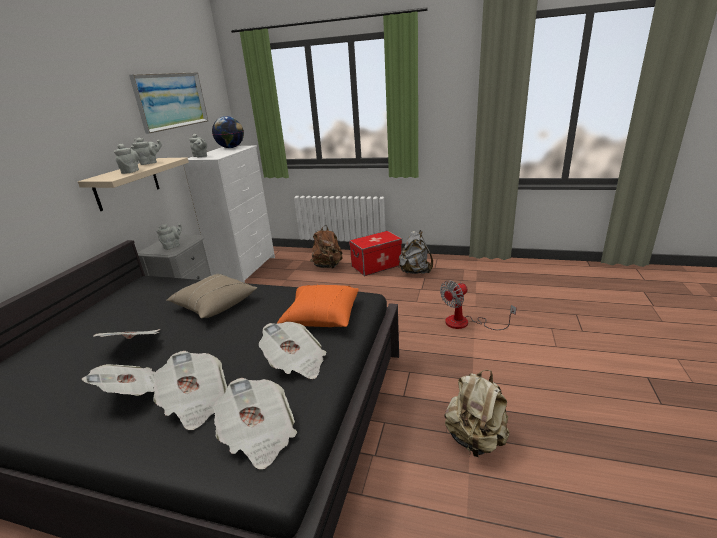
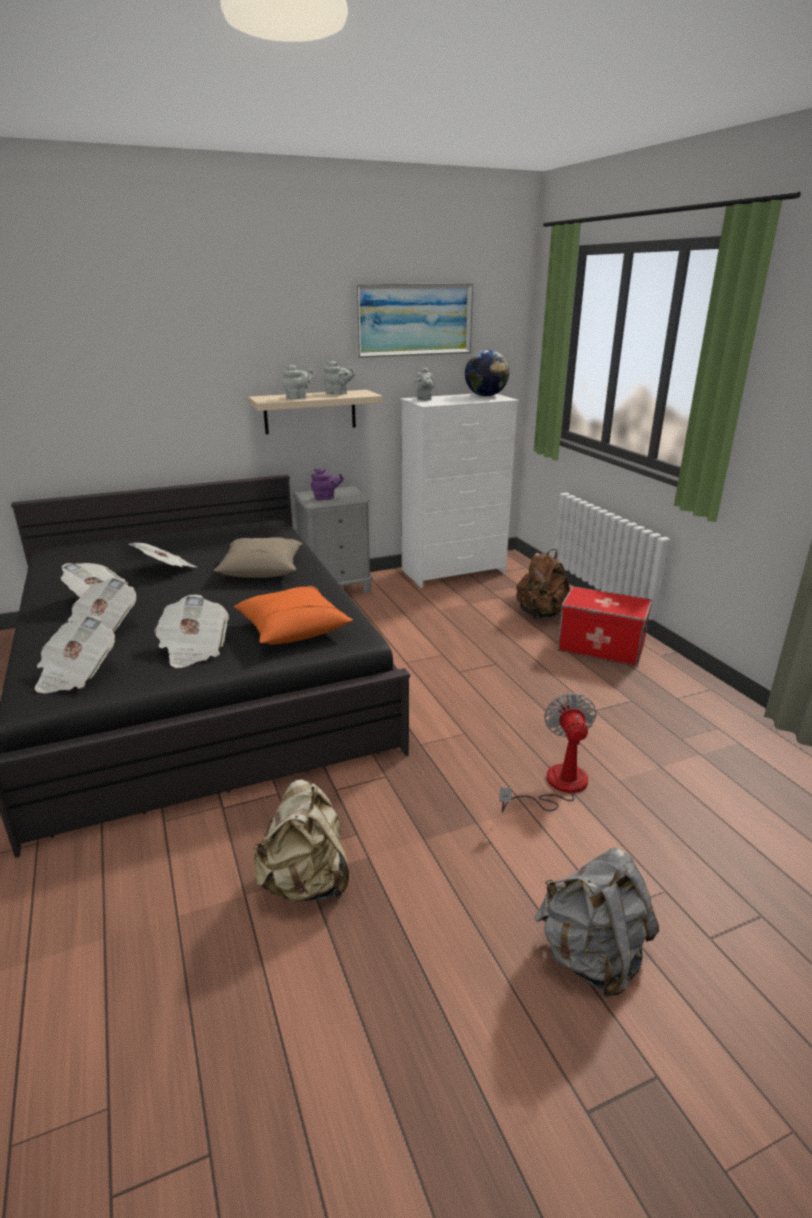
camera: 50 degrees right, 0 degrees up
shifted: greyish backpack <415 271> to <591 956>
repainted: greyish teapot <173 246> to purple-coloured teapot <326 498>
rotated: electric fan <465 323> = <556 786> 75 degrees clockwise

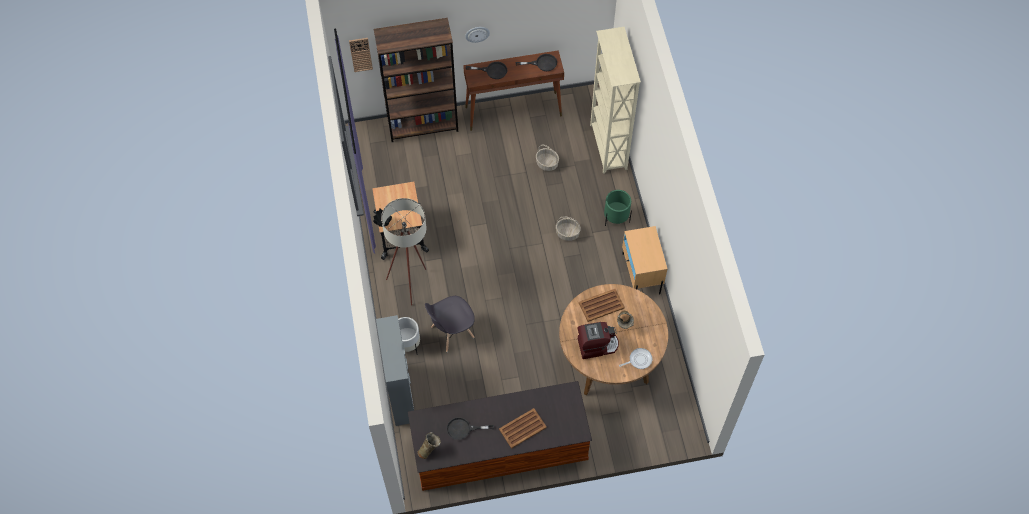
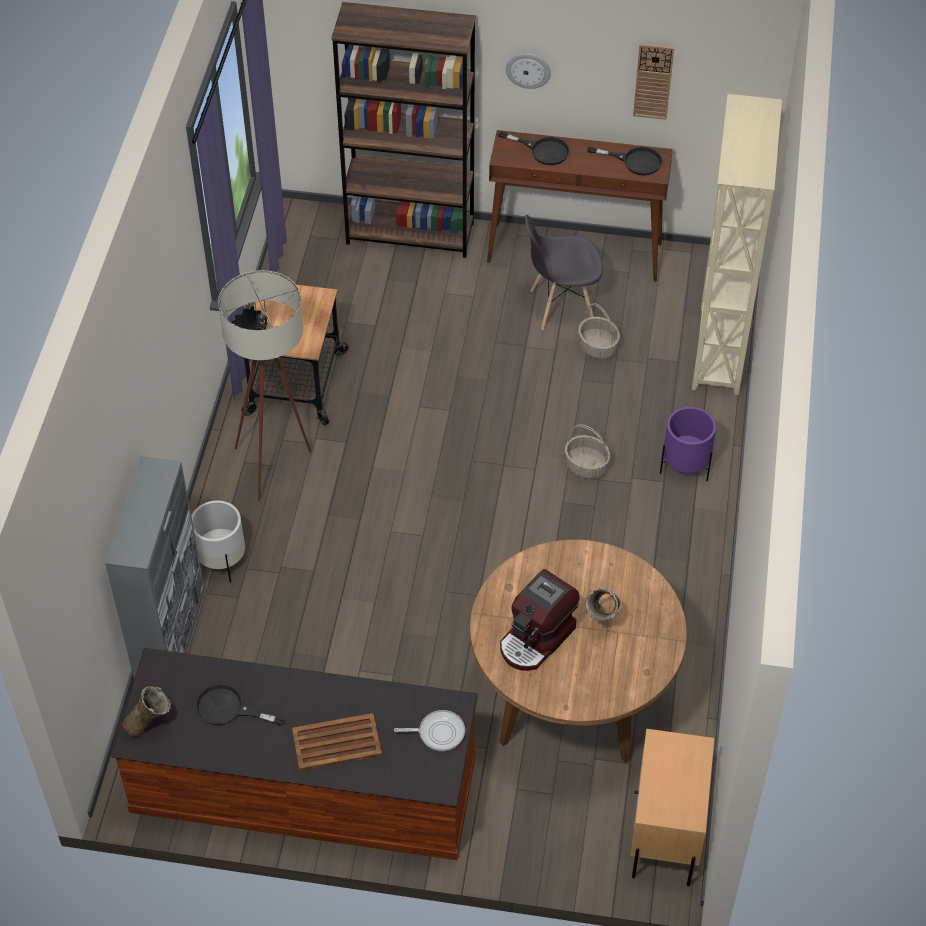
camera: 20 degrees right, 10 degrees down
gone: brownish tray <601 305>
shifted: skillet <639 360> to <438 732>; greyish chair <452 332> to <561 306>; beige-coloured bedside table <641 274> to <665 832>; clock on the wall <360 54> to <653 81>
repainted: greenish plant pot <616 218> to purple-coloured plant pot <685 466>
rotated: coffee brewer <597 345> = <537 639> 120 degrees clockwise

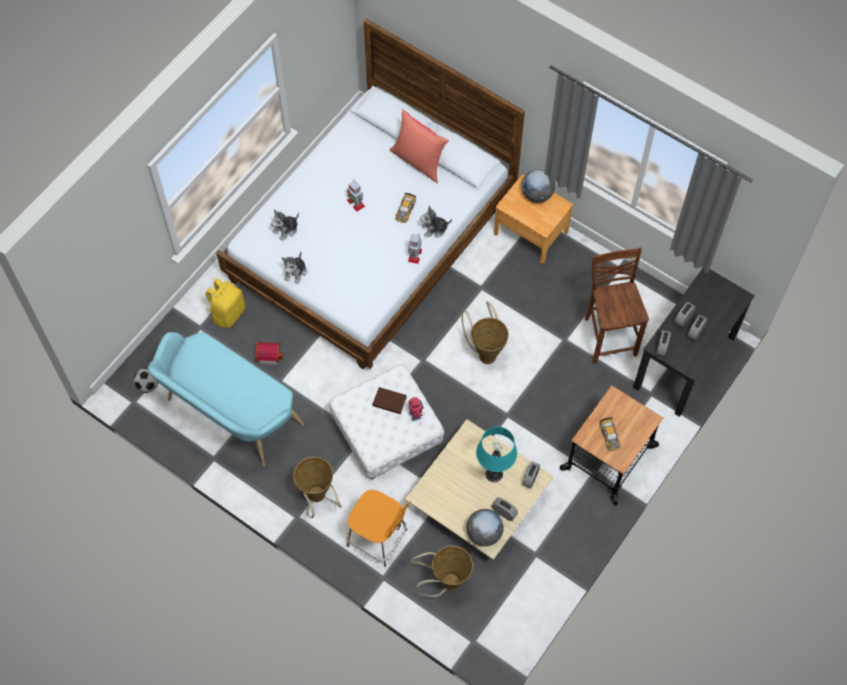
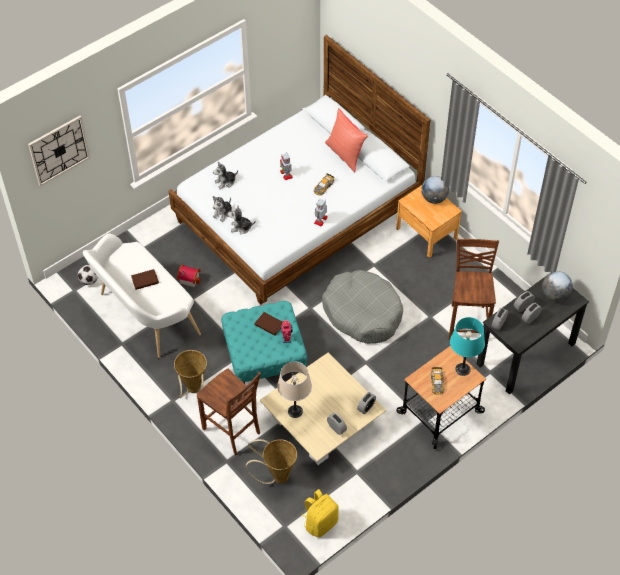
camera: 15 degrees right, 10 degrees down
new: clock on the wall <59 150>; brownish book <145 280>; beige-coloured table lamp <295 411>
shifted: cuddly toy <434 229> to <241 227>; yellow-coloured backpack <228 313> to <320 523>; turquoise table lamp <494 474> to <462 369>; globe <484 533> to <555 295>
swapped: orangey sitting stool <379 539> to brownish chair <232 431>; basket <486 353> to greyish dog bed <362 313>
repainted: turquoise bench <229 415> to white bench <144 315>; white footrest <386 431> to turquoise footrest <264 353>

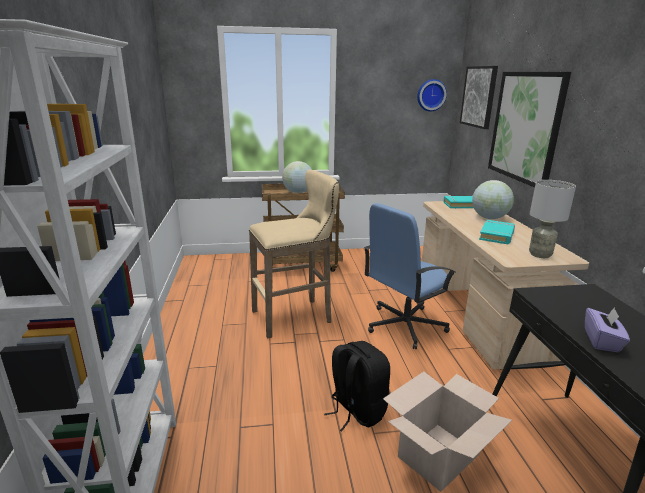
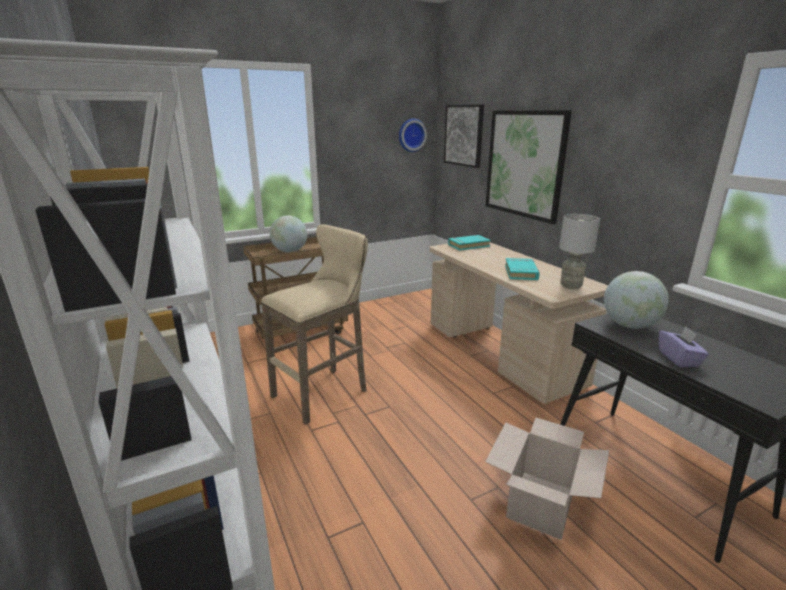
camera: 20 degrees left, 0 degrees up
gone: black backpack <356 410>; blue-coloured desk chair <404 325>
shifted: globe <489 218> to <629 325>

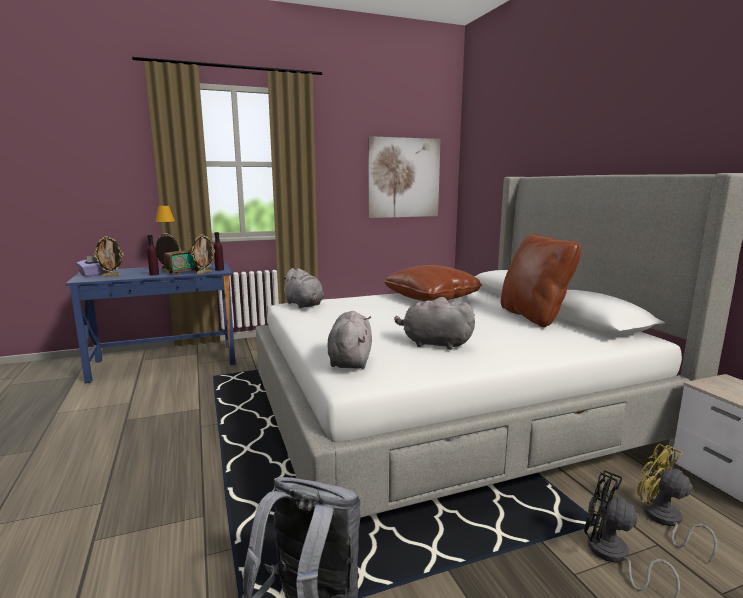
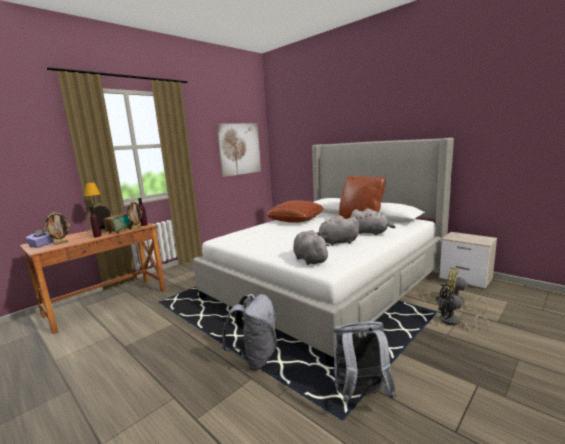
camera: 25 degrees left, 0 degrees up
new: greyish backpack <255 358>
shifted: greyish cuddly toy <304 305> to <371 233>
repainted: blue-coloured desk <165 362> to brownish desk <107 303>

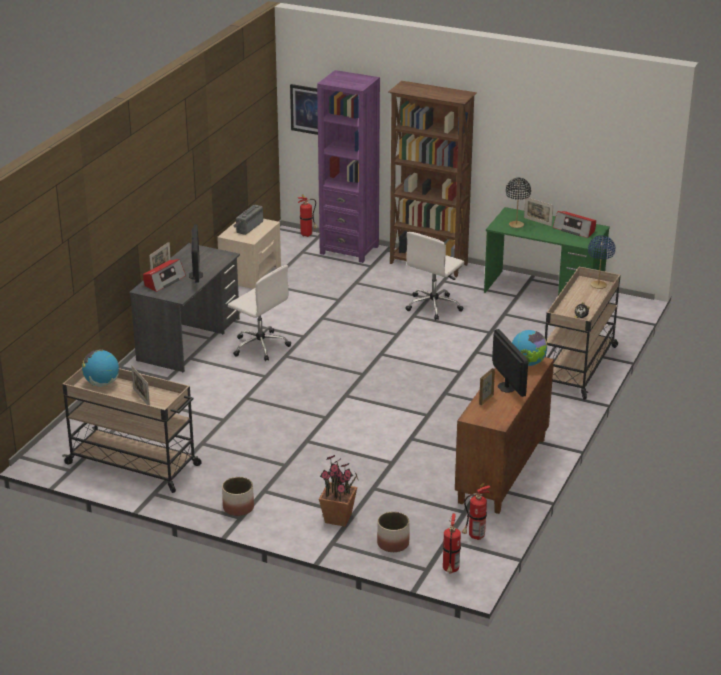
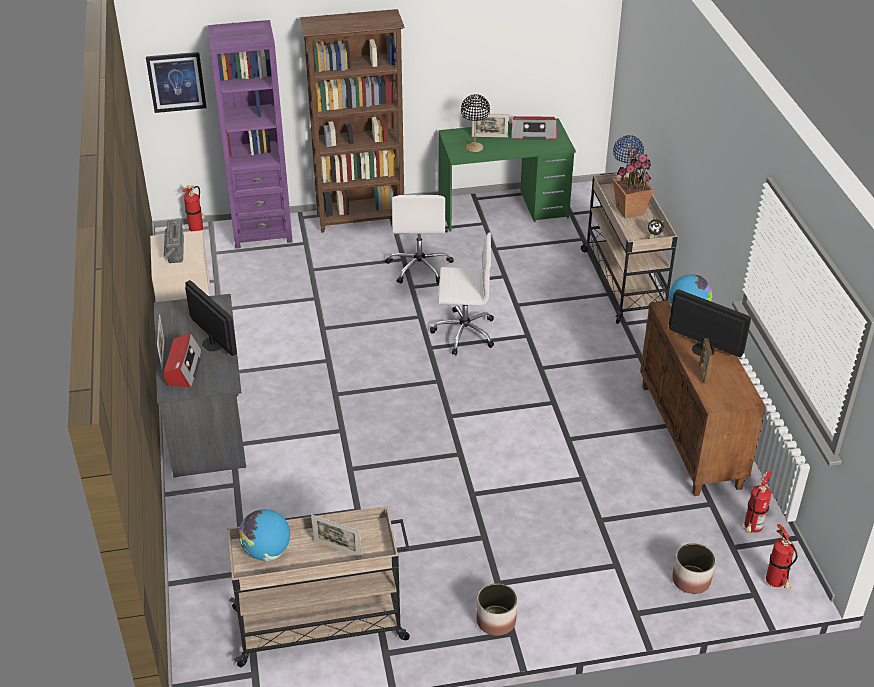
camera: 35 degrees left, 10 degrees up
shifted: white desk chair <260 346> to <463 332>; houseplant <338 518> to <630 211>

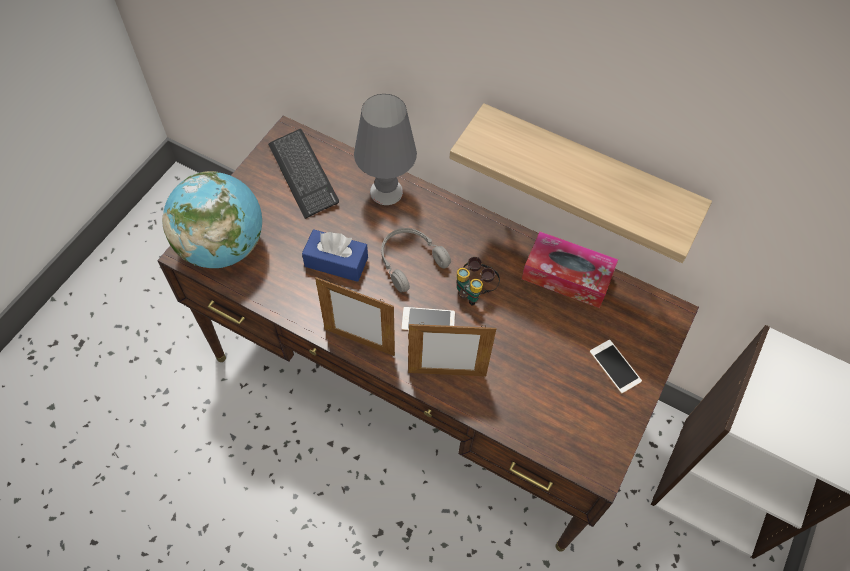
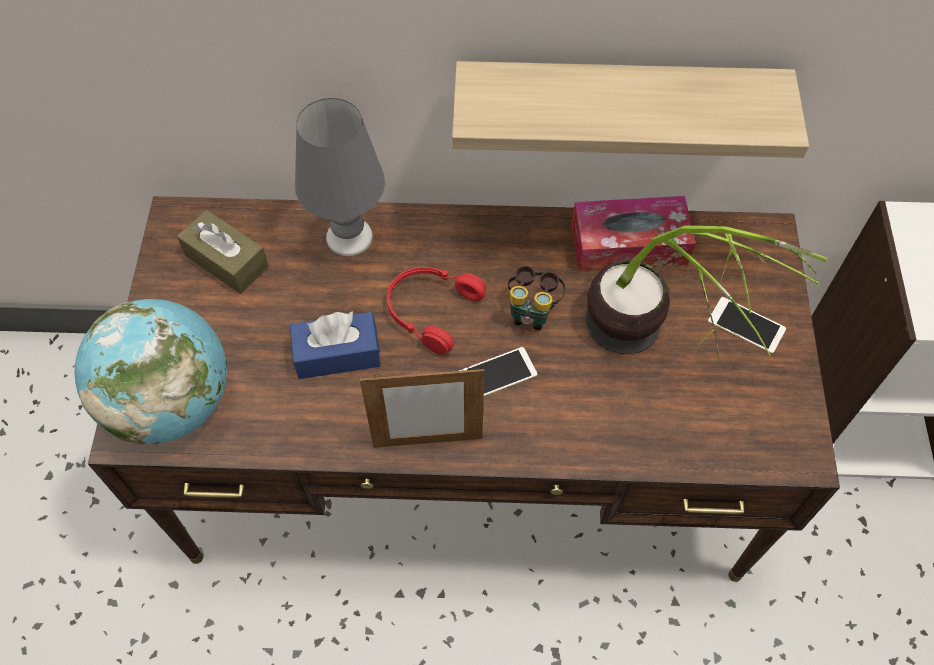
camera: 25 degrees left, 0 degrees up
gone: standing frame <447 373>
new: houseplant <656 352>
swapped: computer keyboard <303 174> to brownish tissue box <227 261>
repainted: greyish headset <409 261> to red headset <430 310>

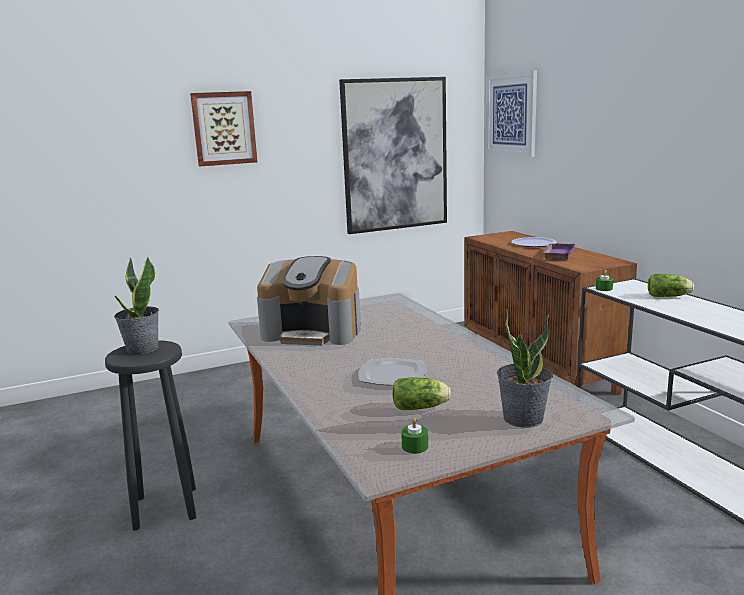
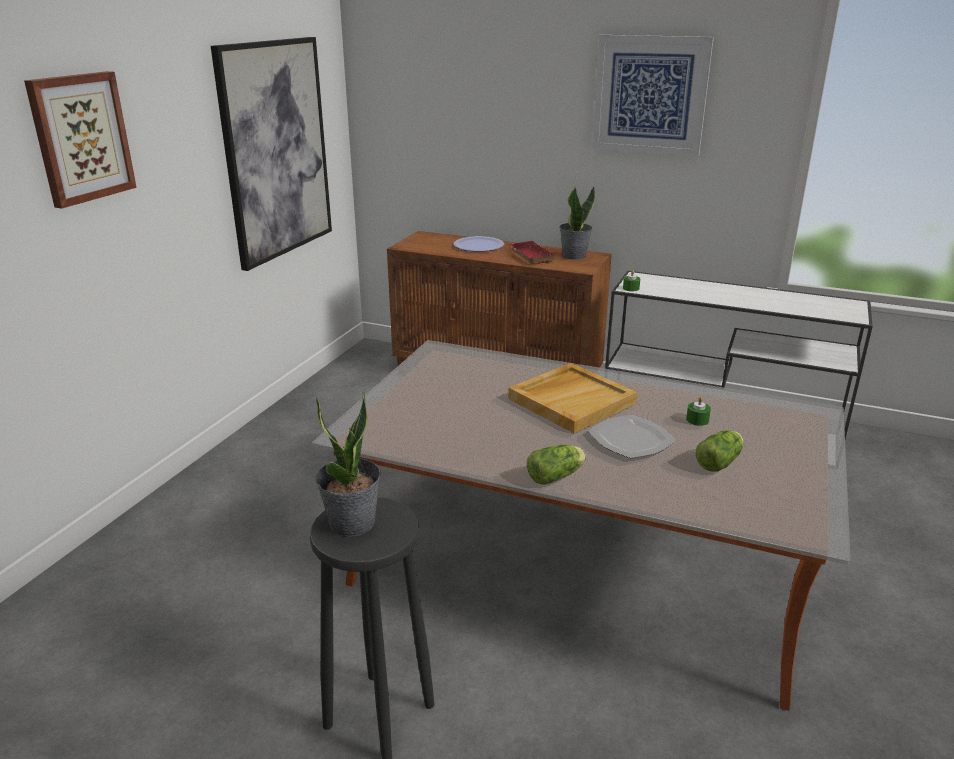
camera: 45 degrees left, 10 degrees up
gone: coffee brewer <313 332>
new: beige-coloured tray <571 400>
shifted: lettuce head <669 296> to <557 476>; houseplant <522 418> to <573 256>; wall art <511 114> to <650 95>; greenish candle <415 446> to <697 420>
repainted: purple-coloured tray <557 254> to red tray <529 256>

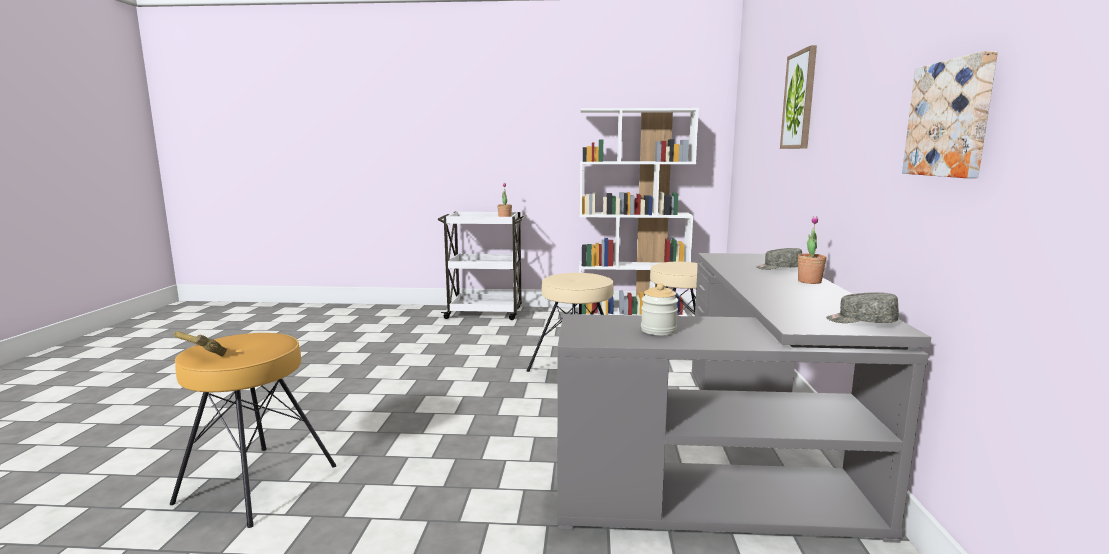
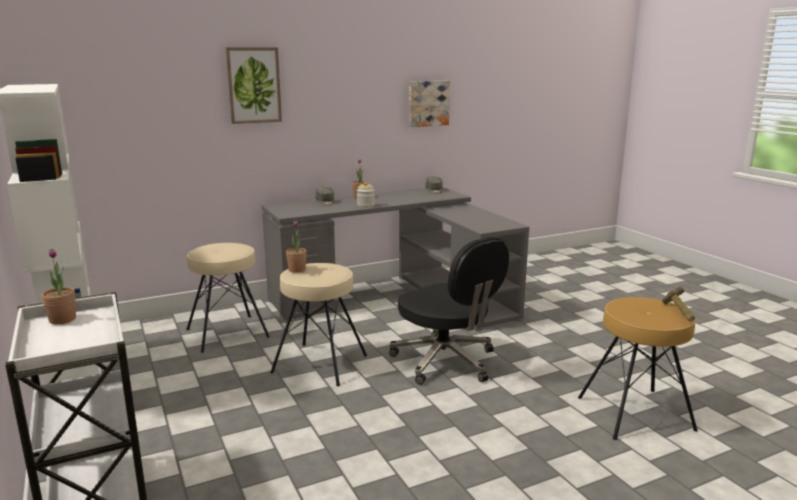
camera: 120 degrees left, 5 degrees up
new: houseplant <297 270>; black desk chair <446 362>
shifted: jar <658 330> to <365 205>

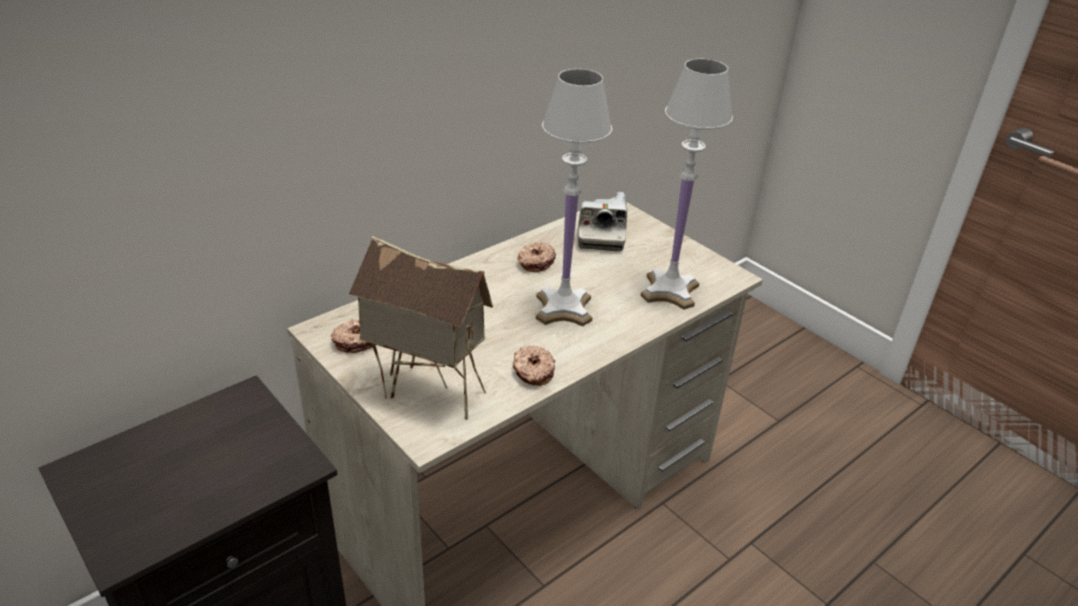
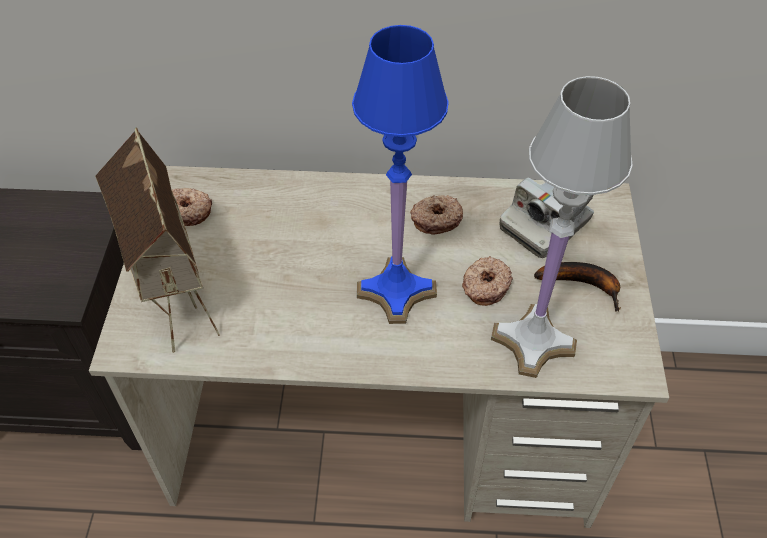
camera: 45 degrees right, 15 degrees up
new: whole banana <584 284>
shifted: donut <532 371> to <485 286>
repainted: white table lamp <563 309> to blue-coloured table lamp <395 291>

